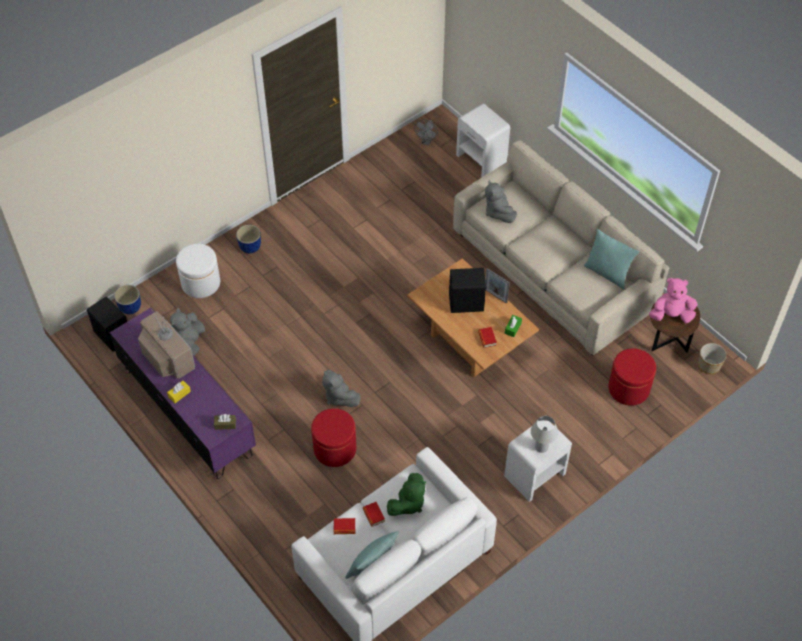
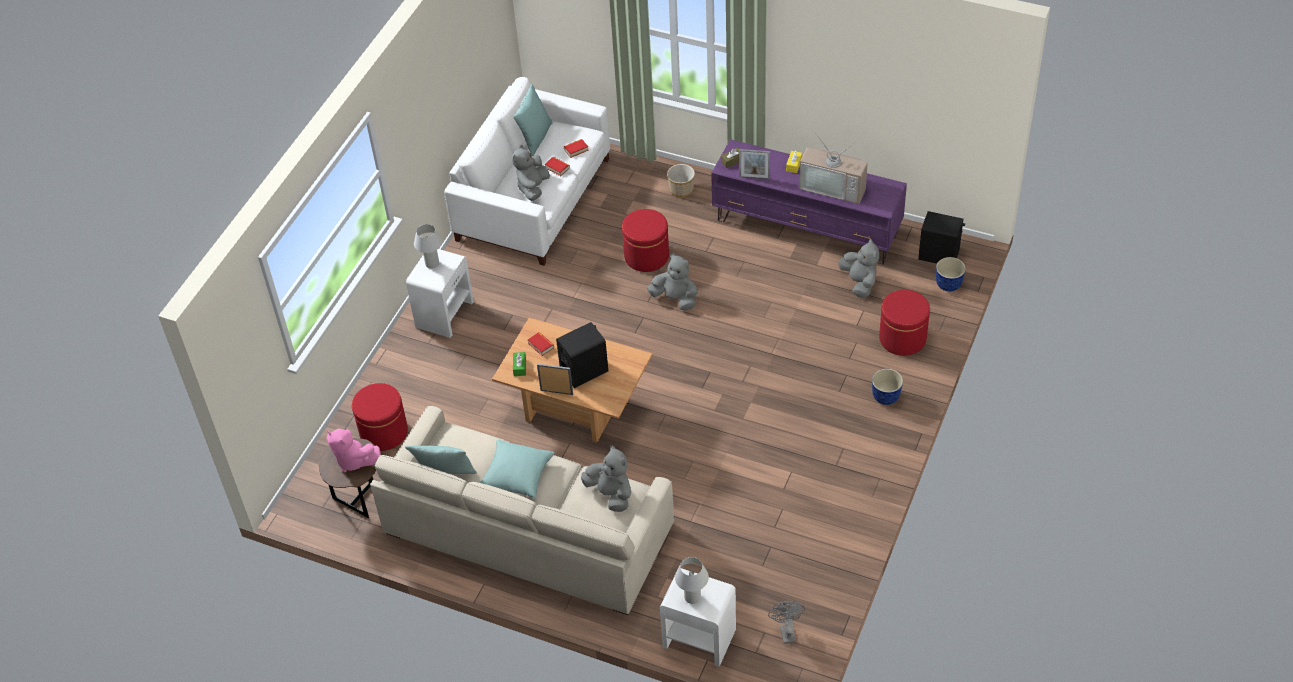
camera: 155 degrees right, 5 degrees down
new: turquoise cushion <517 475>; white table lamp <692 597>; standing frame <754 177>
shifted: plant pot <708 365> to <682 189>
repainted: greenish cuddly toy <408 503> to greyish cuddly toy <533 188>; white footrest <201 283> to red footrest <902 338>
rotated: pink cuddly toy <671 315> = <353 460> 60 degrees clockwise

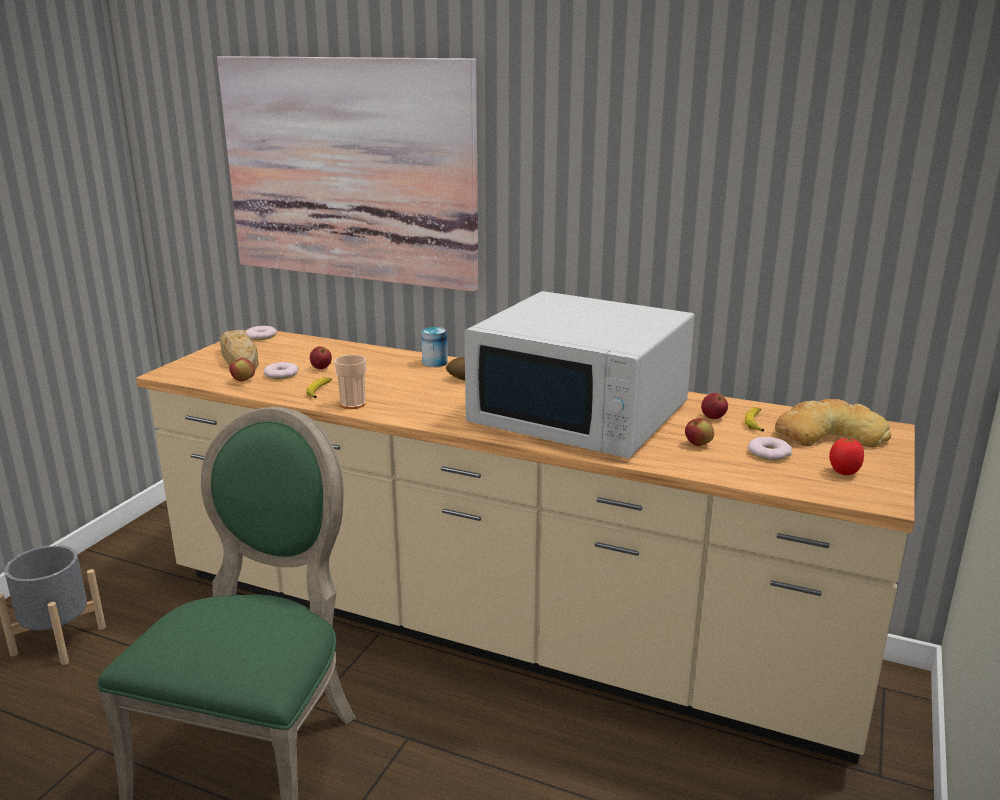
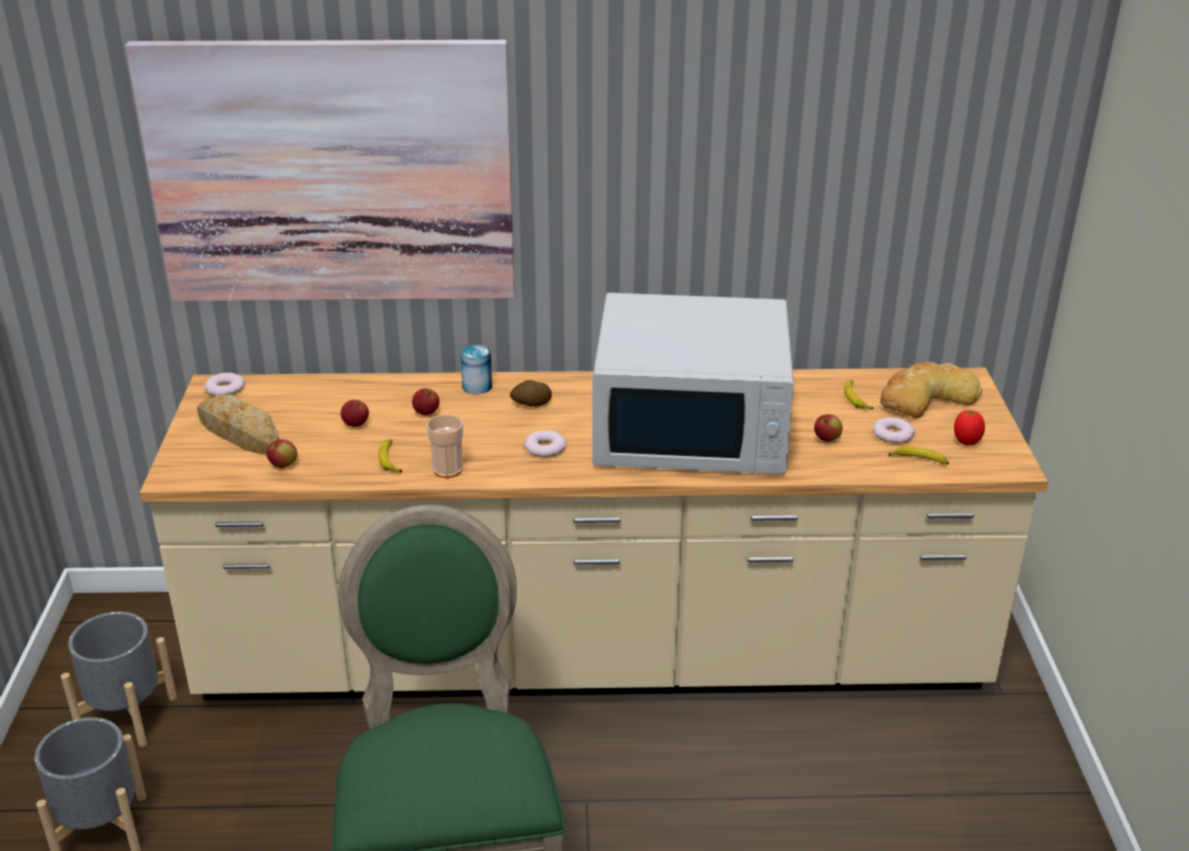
camera: 25 degrees left, 10 degrees up
new: greyish plant pot <127 715>; whole banana <918 460>
shifted: whole apple <713 418> to <426 413>; donut <281 374> to <545 448>

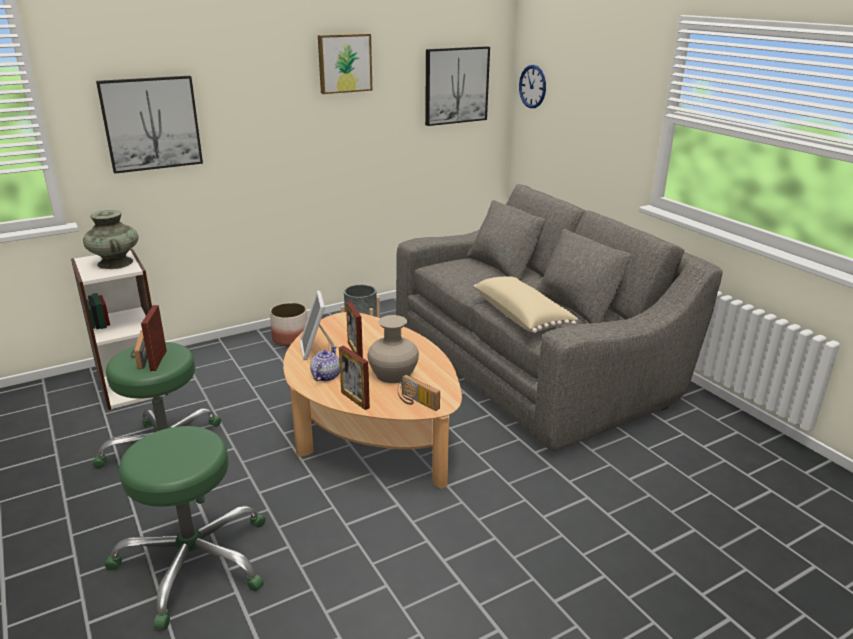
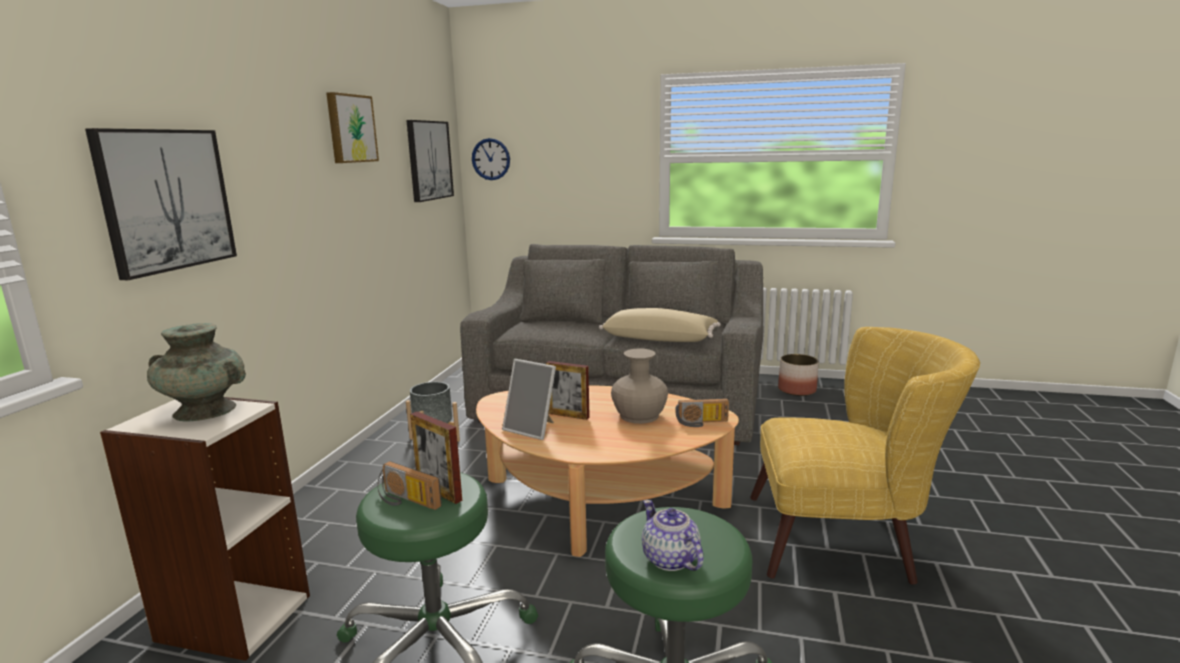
camera: 45 degrees left, 10 degrees down
gone: standing frame <355 400>
new: yellow-coloured armchair <846 540>
shifted: teapot <325 376> to <670 559>; plant pot <291 339> to <797 390>

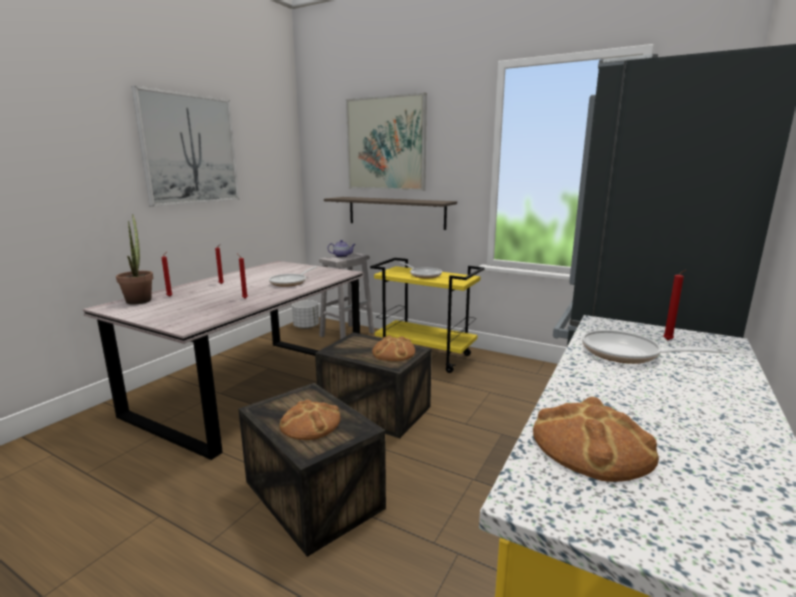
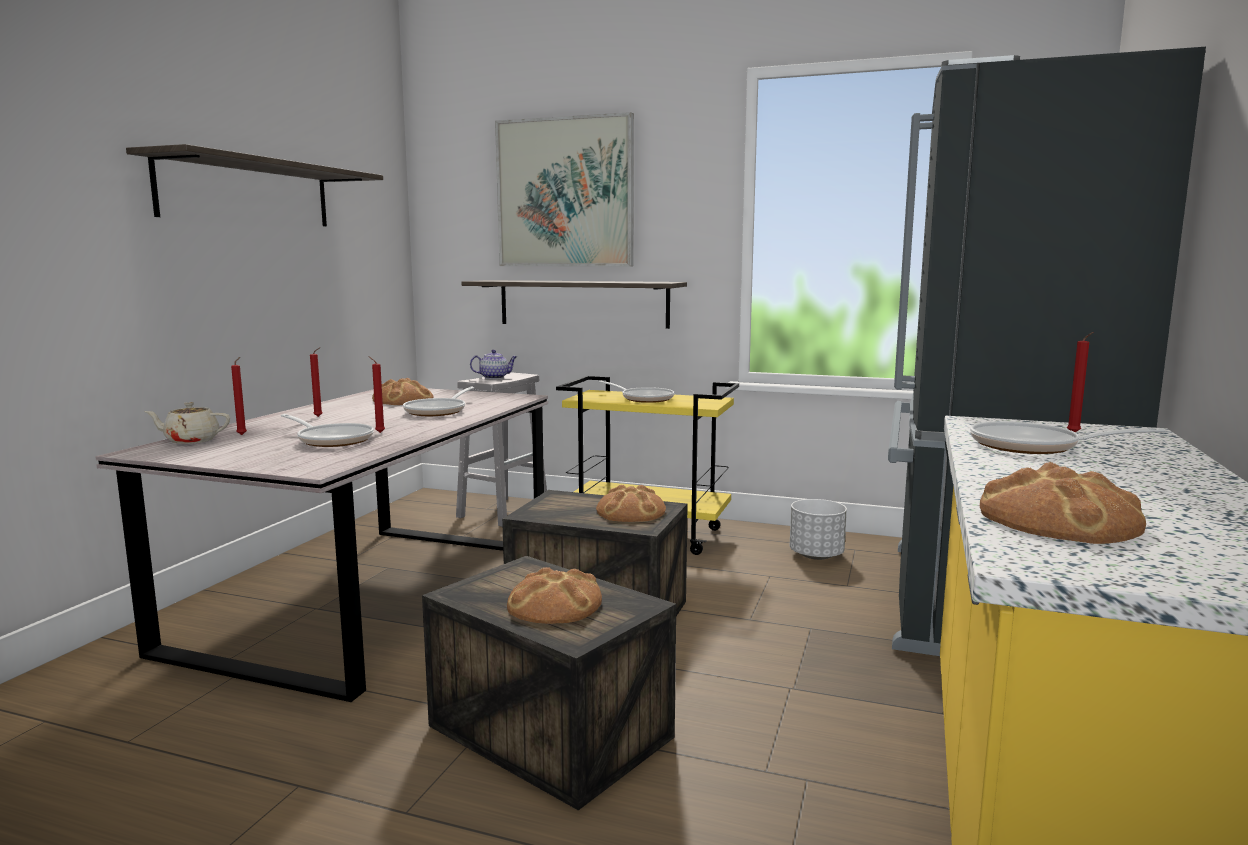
camera: 10 degrees left, 5 degrees down
new: skillet <332 440>; bread <403 400>
shifted: white plant pot <306 327> to <816 555>
swapped: wall art <190 149> to wall shelf <248 193>; houseplant <140 299> to beige-coloured teapot <191 441>

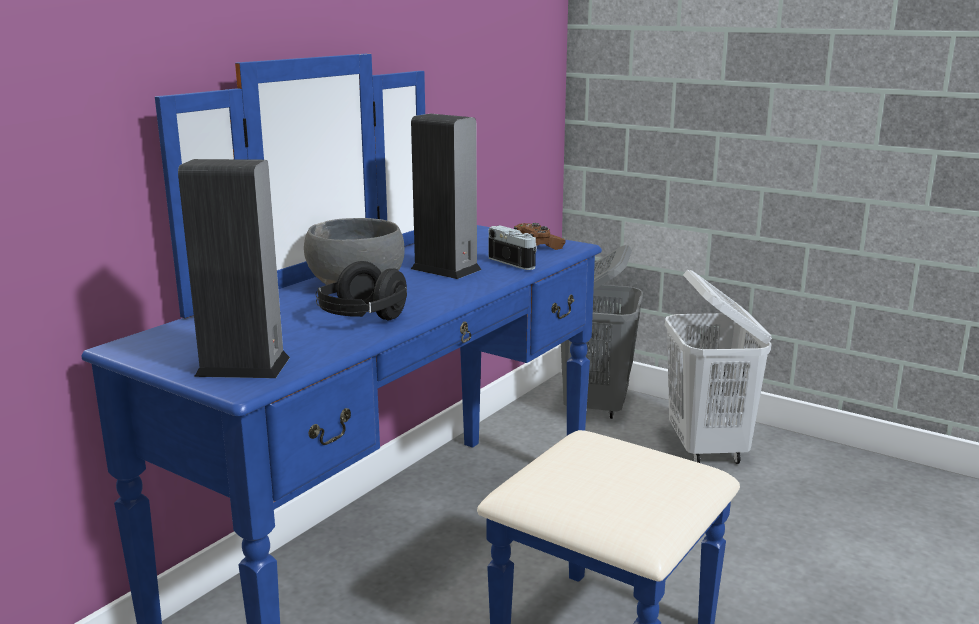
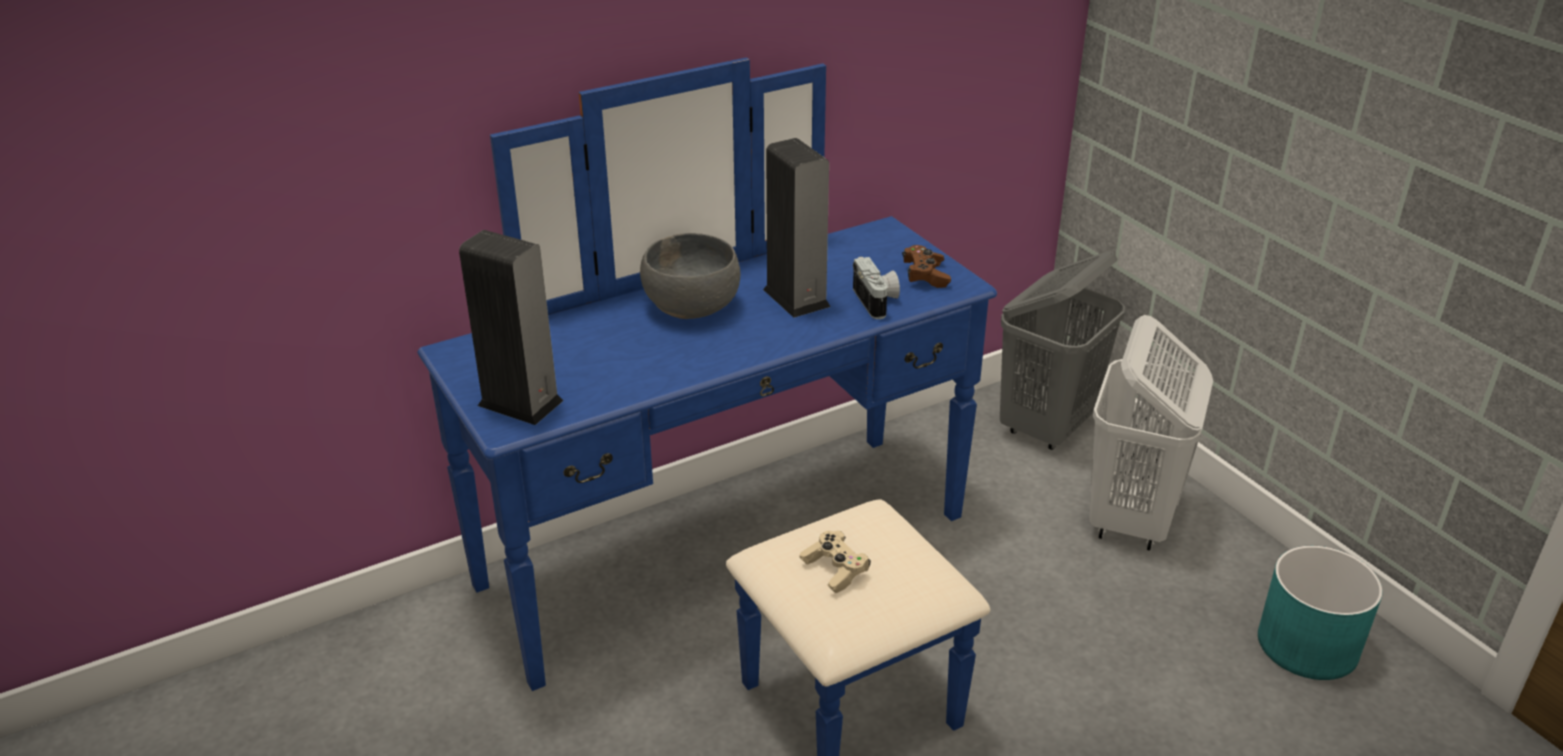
camera: 25 degrees right, 15 degrees up
gone: black headset <362 319>
new: beige-coloured joypad <835 570>; turquoise plant pot <1308 644>

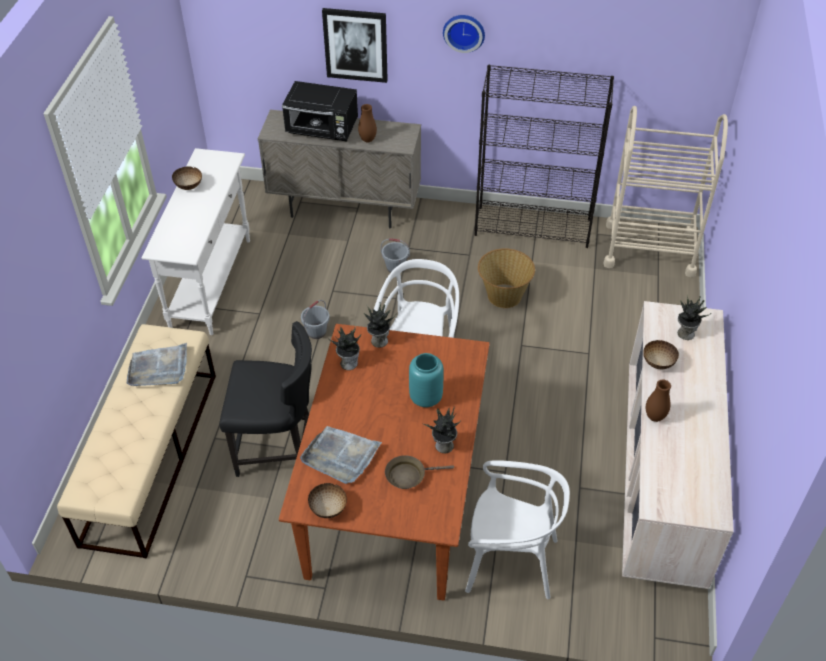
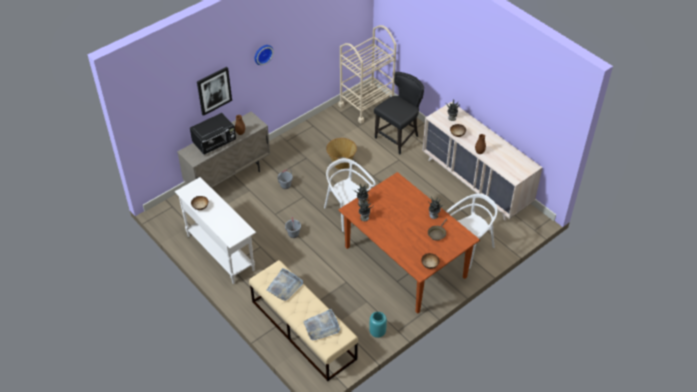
camera: 50 degrees left, 0 degrees up
gone: black shelving unit <533 227>
shifted: greyish tray <340 456> to <322 326>; turquoise vase <425 398> to <377 332>; black chair <278 448> to <398 138>

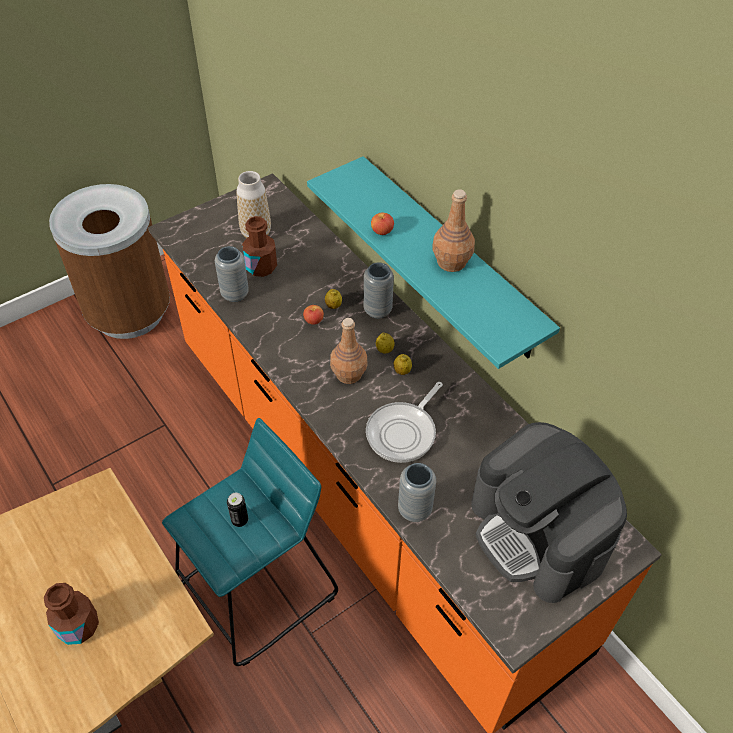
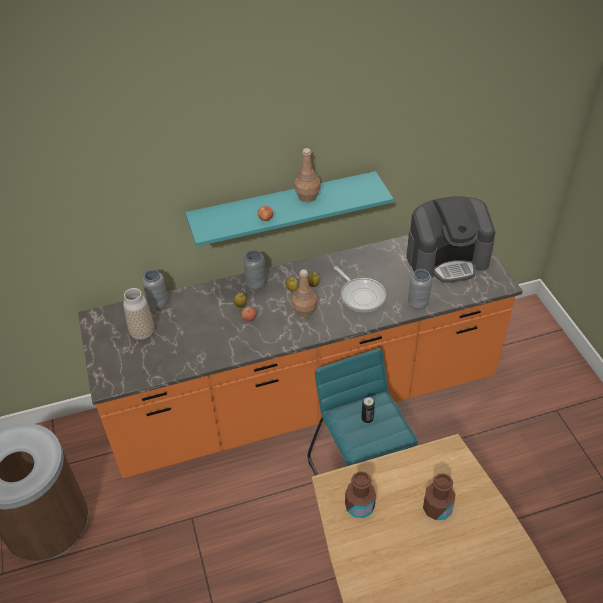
camera: 70 degrees left, 5 degrees down
shifted: greyish vase <235 294> to <158 304>; brownish beverage bottle <261 267> to <359 506>

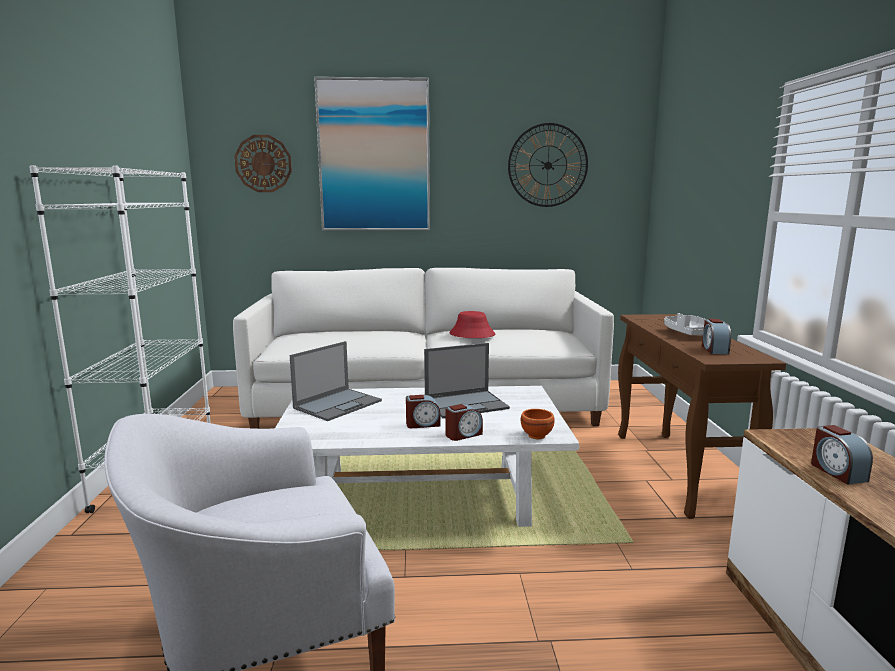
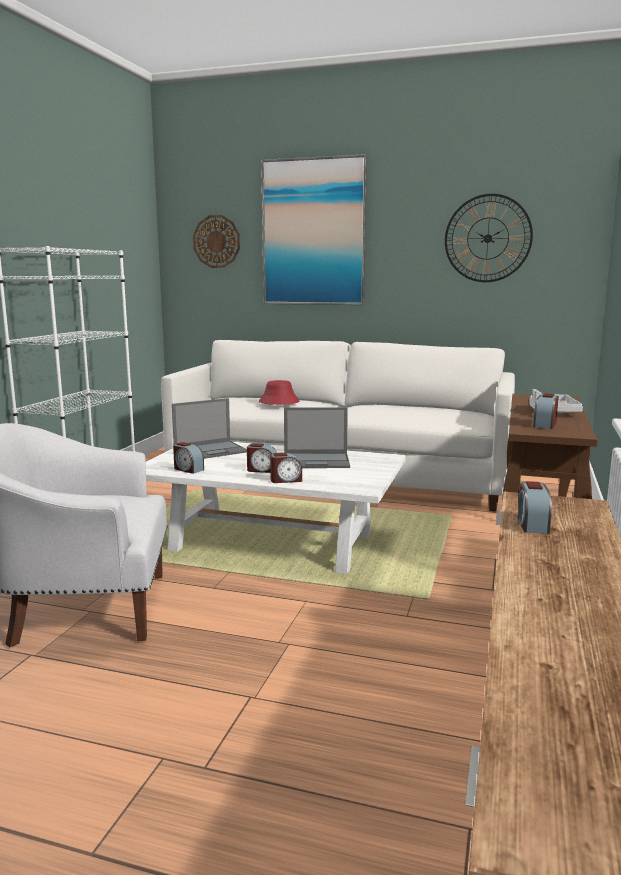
camera: 20 degrees right, 0 degrees up
gone: brownish deep dish <537 435>
new: bedside clock <188 469>
shifted: red wearable hat <472 334> to <278 402>

